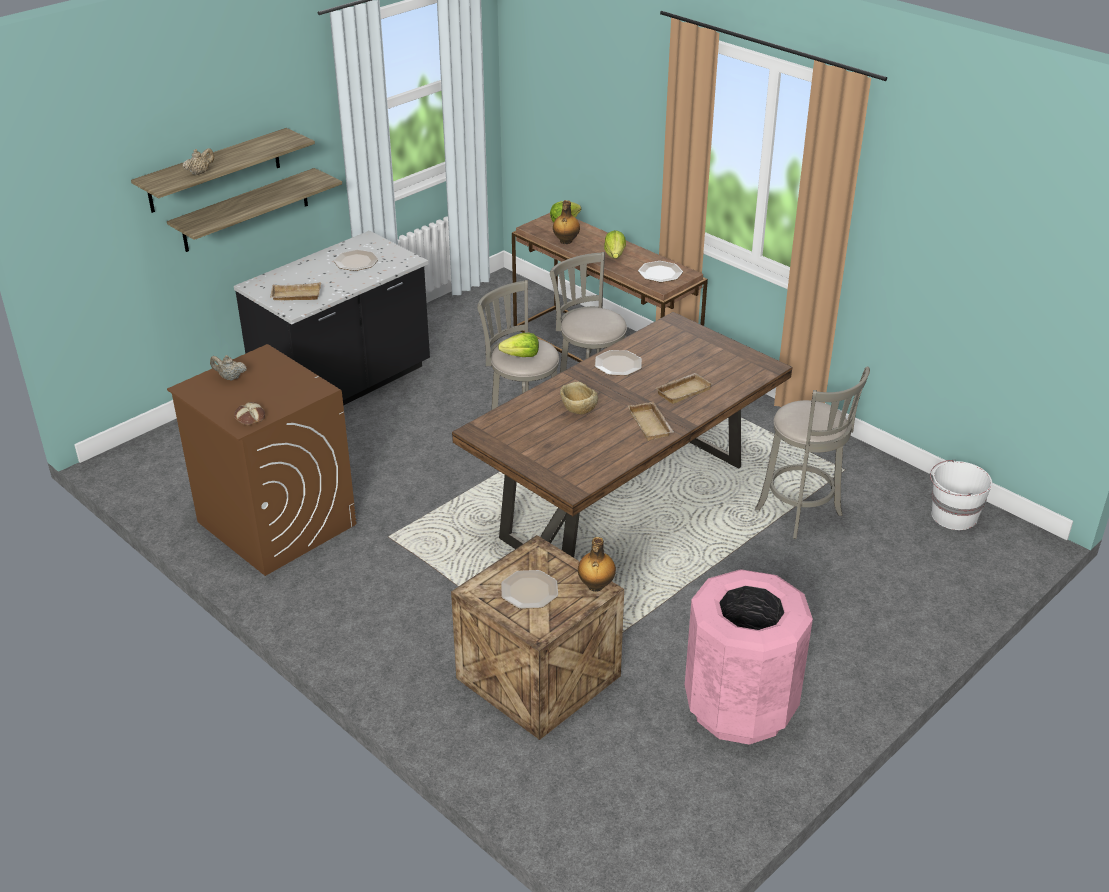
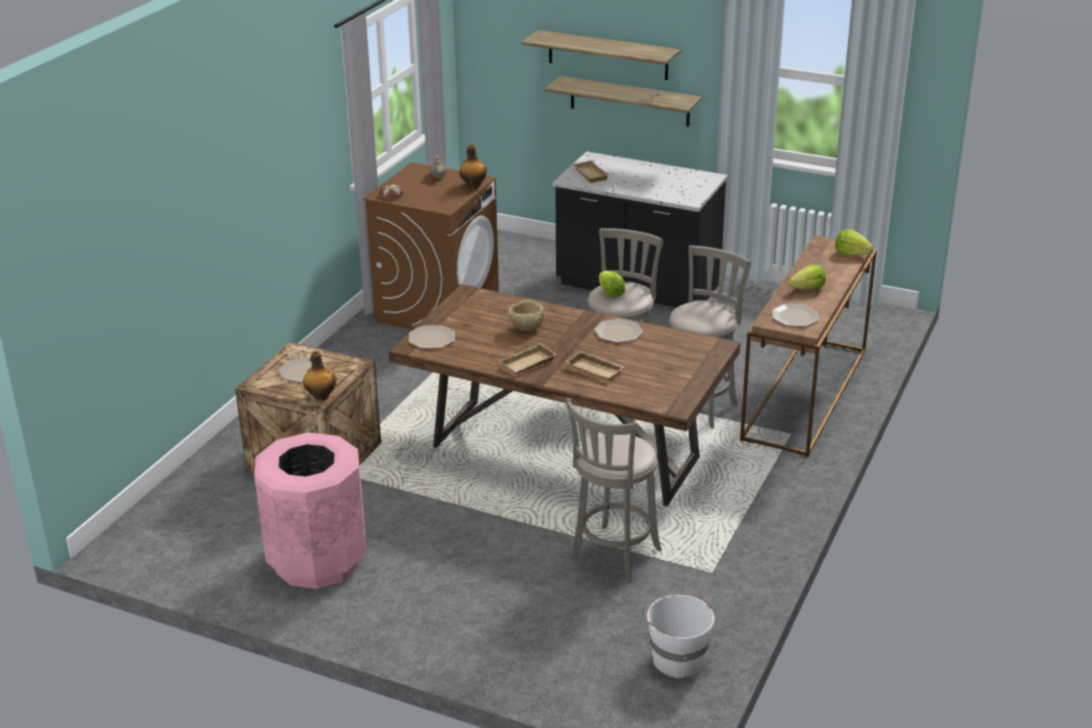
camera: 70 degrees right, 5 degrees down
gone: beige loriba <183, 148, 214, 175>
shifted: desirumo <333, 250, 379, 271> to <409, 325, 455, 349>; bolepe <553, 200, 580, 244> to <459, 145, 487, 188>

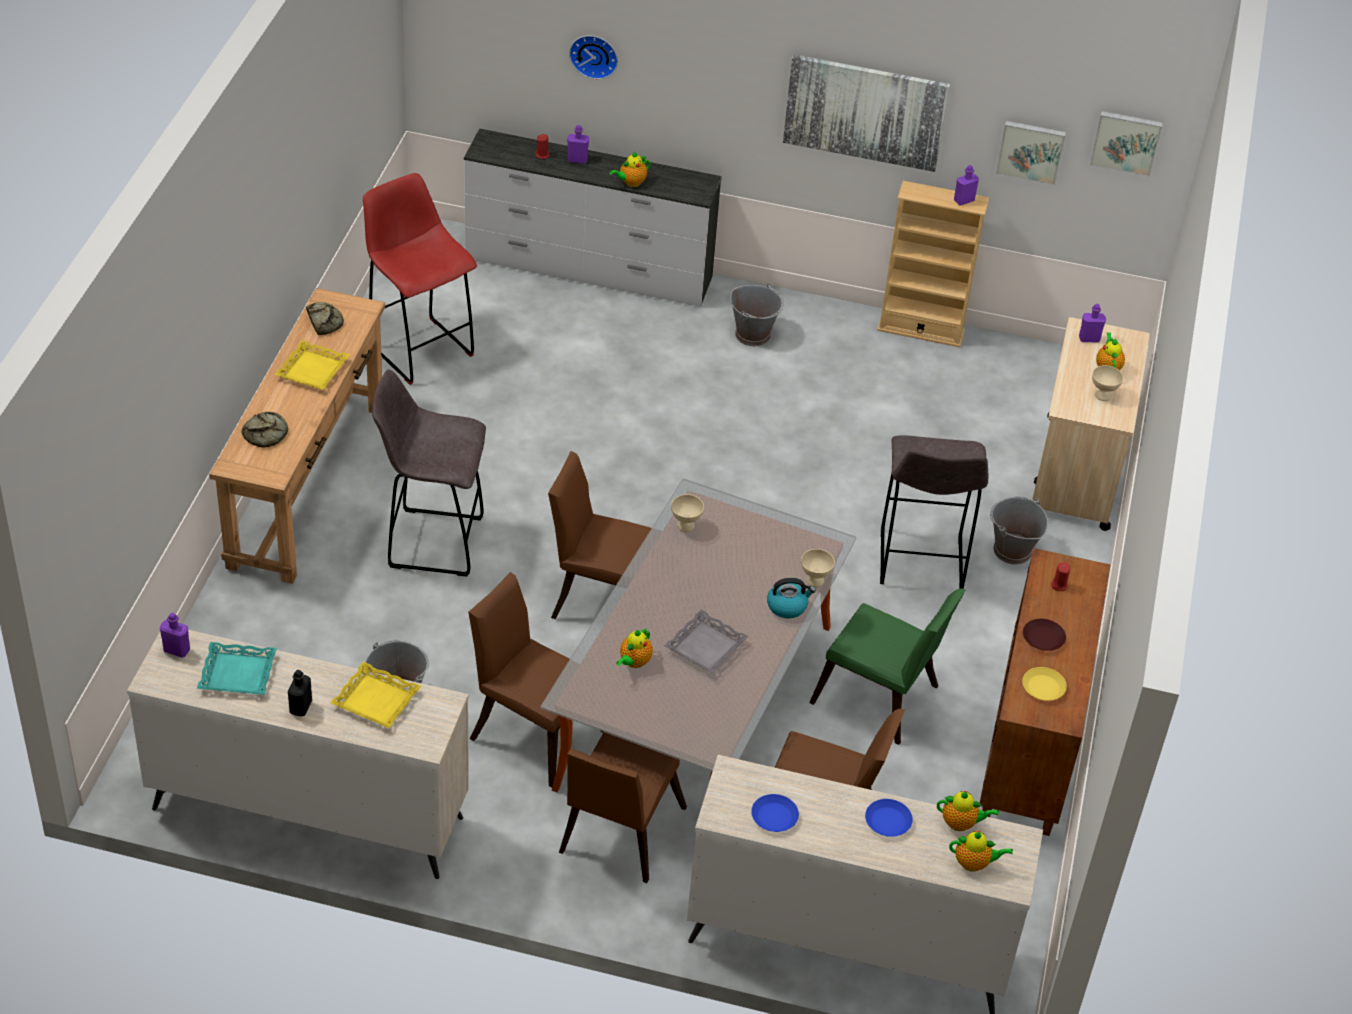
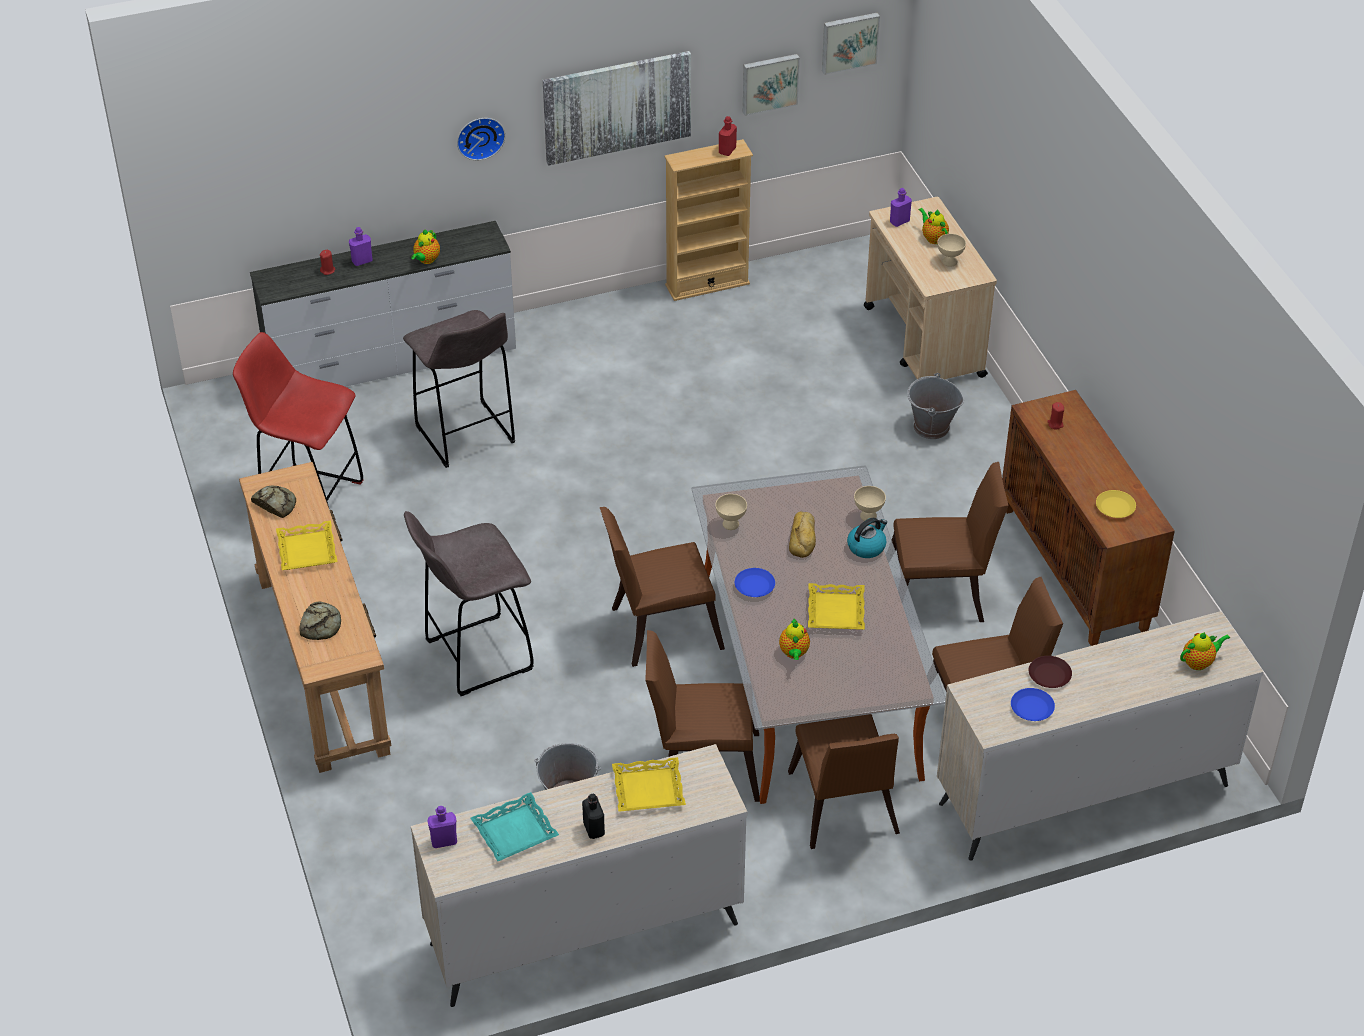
camera: 30 degrees left, 0 degrees up
gone: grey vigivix <730, 283, 784, 346>; loriba <937, 791, 999, 831>
new: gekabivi <789, 512, 816, 558>
shifted: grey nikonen <880, 436, 988, 589> to <403, 310, 515, 468>; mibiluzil <569, 35, 618, 79> to <457, 118, 505, 160>; blue desirumo <865, 799, 913, 837> to <735, 568, 775, 597>; brown desirumo <1023, 619, 1066, 651> to <1029, 656, 1072, 688>
repainted: purple bolepe <954, 165, 979, 206> to red bolepe <719, 116, 737, 156>; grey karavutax <664, 609, 749, 674> to yellow karavutax <808, 583, 865, 629>; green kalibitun <809, 588, 966, 745> to brown kalibitun <892, 462, 1009, 622>

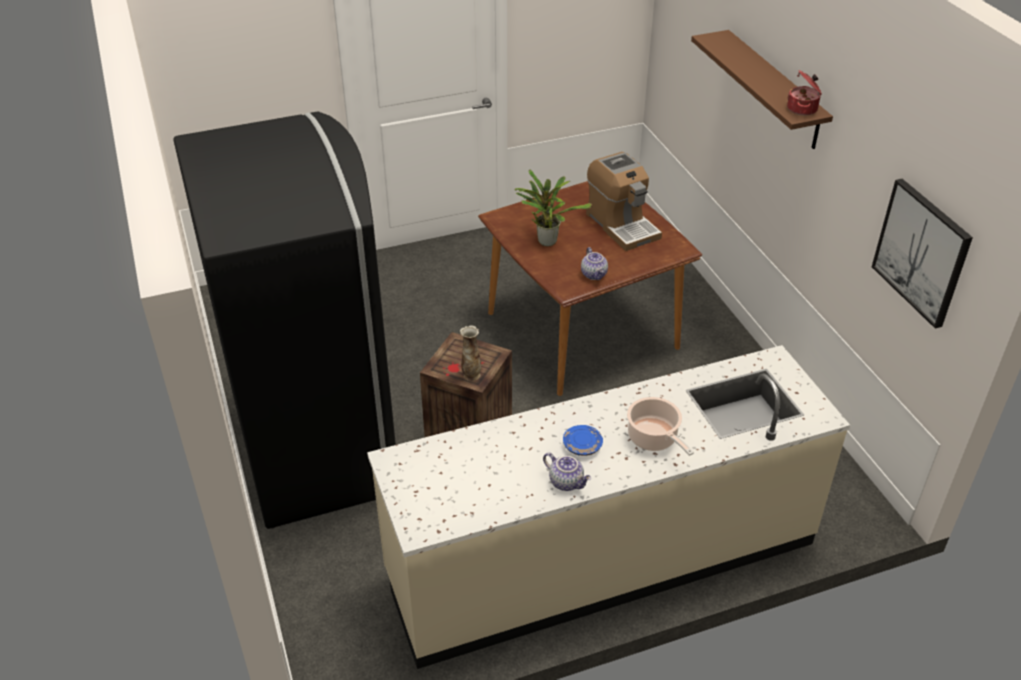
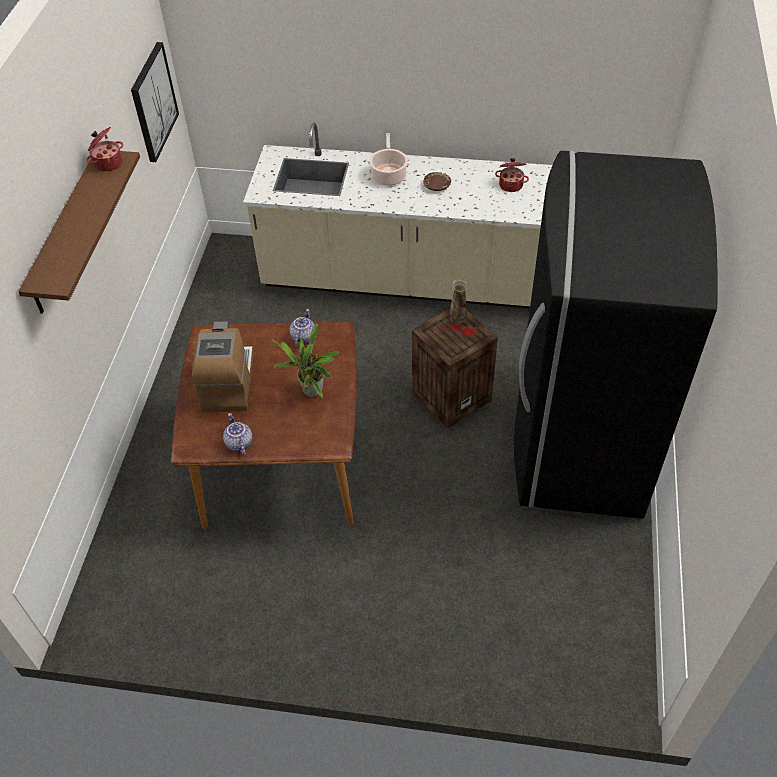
camera: 150 degrees left, 10 degrees up
new: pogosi <495, 158, 529, 192>
shifted: loriba <543, 453, 591, 491> to <223, 413, 252, 455>
repainted: blue desirumo <563, 425, 603, 456> to brown desirumo <423, 172, 451, 191>

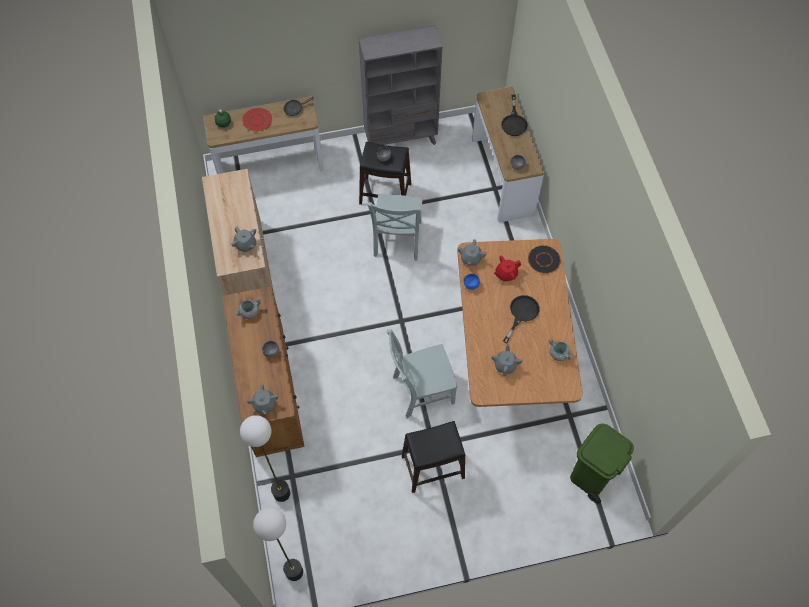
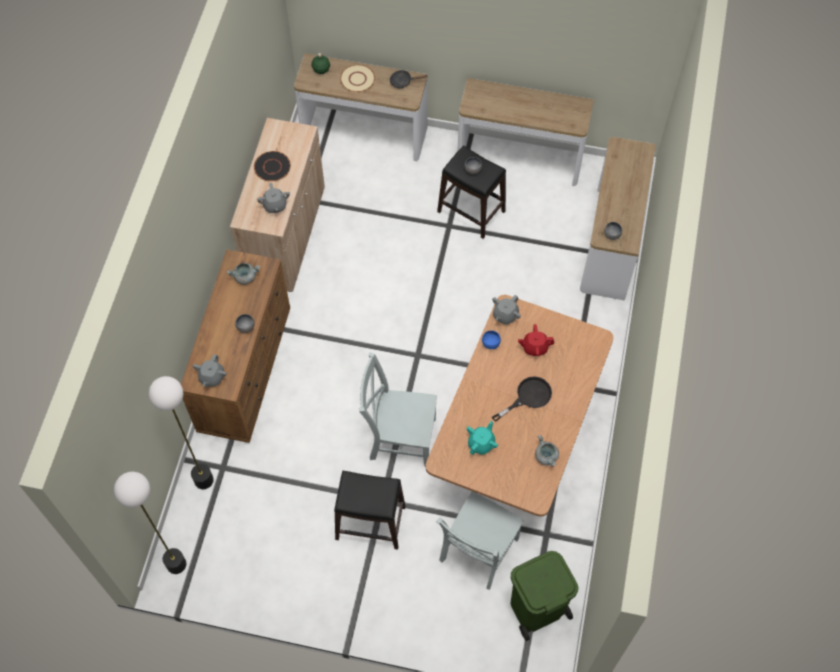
camera: 25 degrees right, 0 degrees up
gone: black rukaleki <501, 95, 528, 136>
shifted: black desirumo <528, 245, 561, 274> to <254, 151, 291, 182>; grey kalibitun <368, 194, 423, 261> to <436, 491, 524, 590>
swapped: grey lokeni <359, 25, 442, 145> to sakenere <457, 78, 594, 186>
repainted: red desirumo <242, 108, 273, 132> to beige desirumo <340, 64, 375, 92>; grey loriba <491, 344, 522, 376> to turquoise loriba <467, 421, 498, 455>

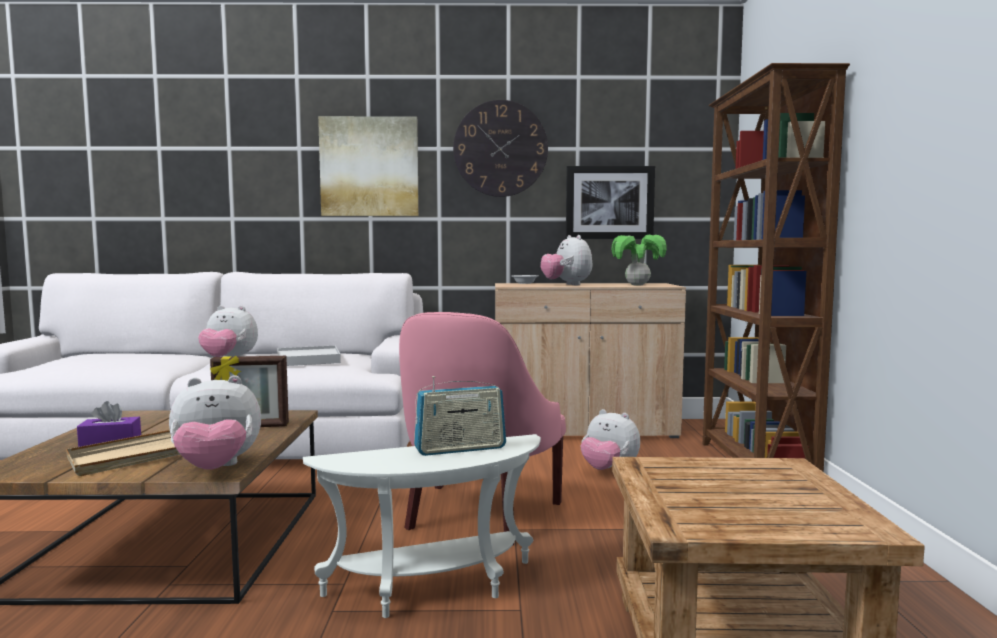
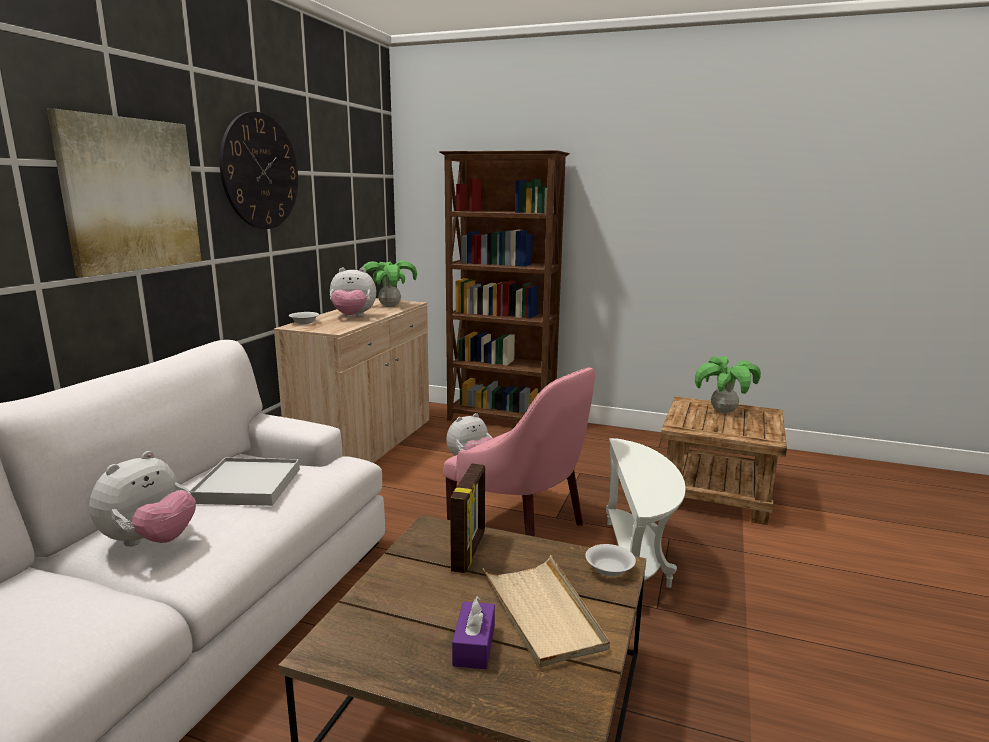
camera: 70 degrees left, 10 degrees up
gone: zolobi <414, 376, 506, 456>; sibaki <566, 166, 655, 239>
new: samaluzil <695, 356, 761, 413>
swapped: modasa <169, 375, 261, 470> to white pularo <585, 544, 636, 576>

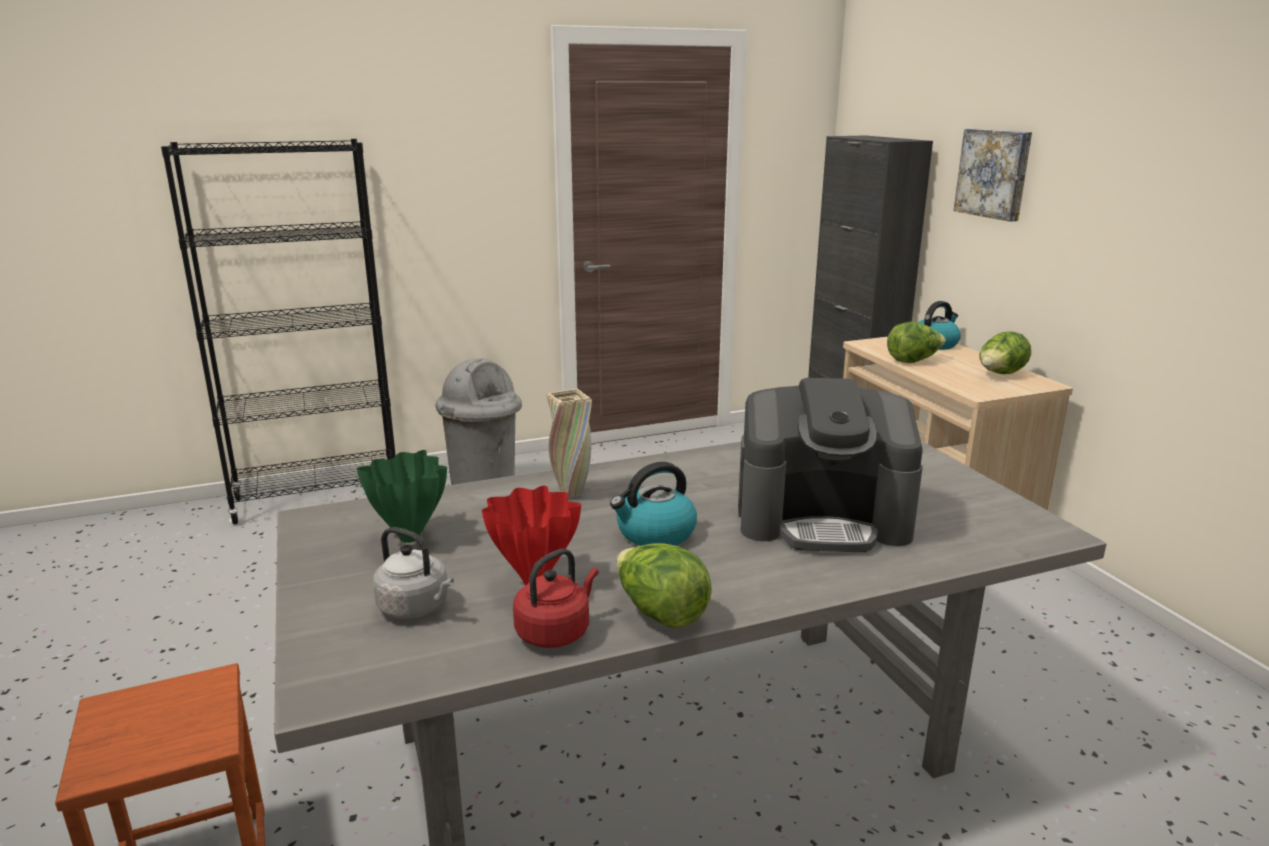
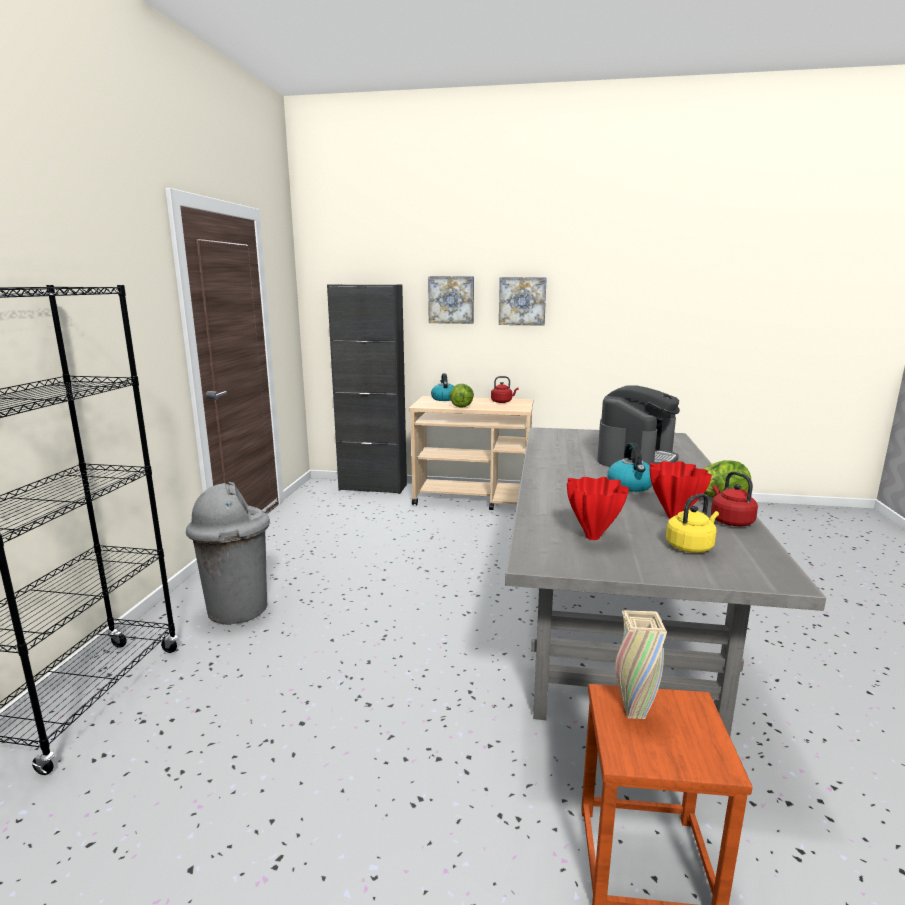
camera: 60 degrees left, 5 degrees down
new: sibaki <499, 277, 547, 326>
shifted: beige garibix <546, 389, 592, 498> to <615, 610, 667, 719>
swapped: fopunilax <980, 332, 1031, 374> to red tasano <491, 376, 519, 403>
repainted: green garibix <357, 450, 447, 543> to red garibix <567, 477, 629, 540>; grey tasano <373, 527, 454, 619> to yellow tasano <666, 493, 719, 553>

